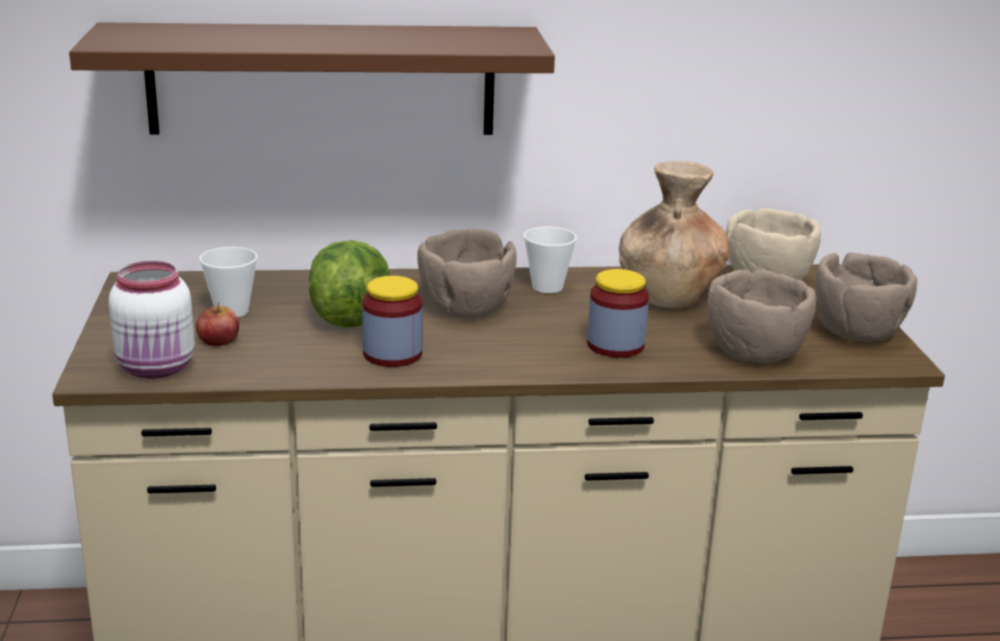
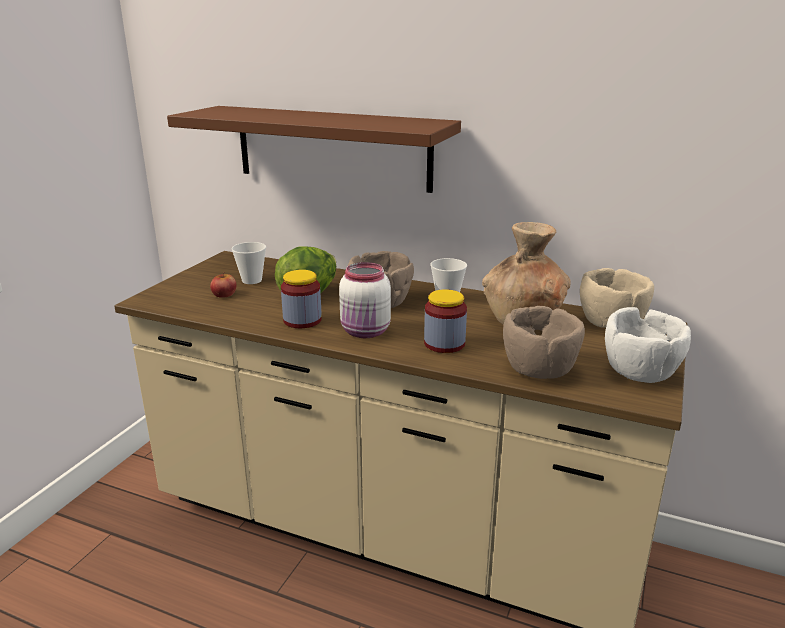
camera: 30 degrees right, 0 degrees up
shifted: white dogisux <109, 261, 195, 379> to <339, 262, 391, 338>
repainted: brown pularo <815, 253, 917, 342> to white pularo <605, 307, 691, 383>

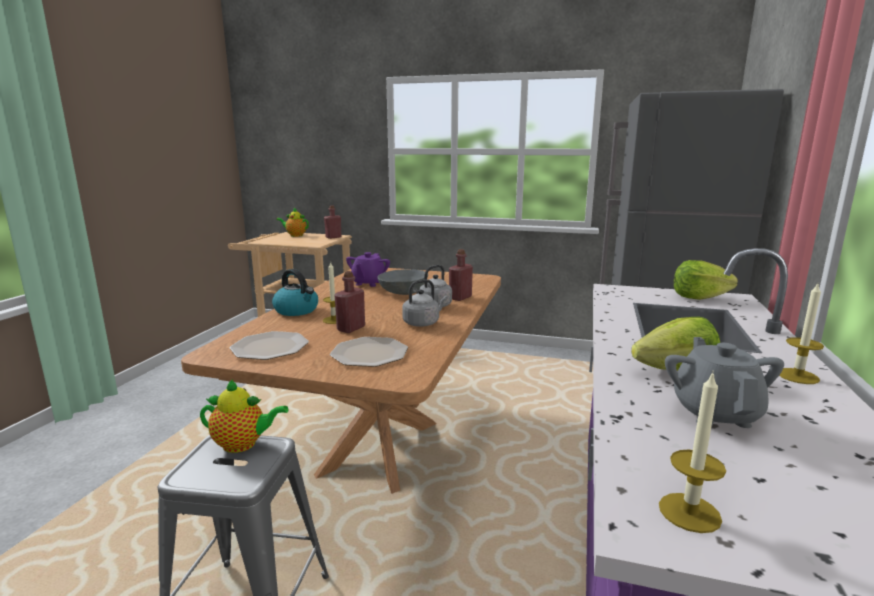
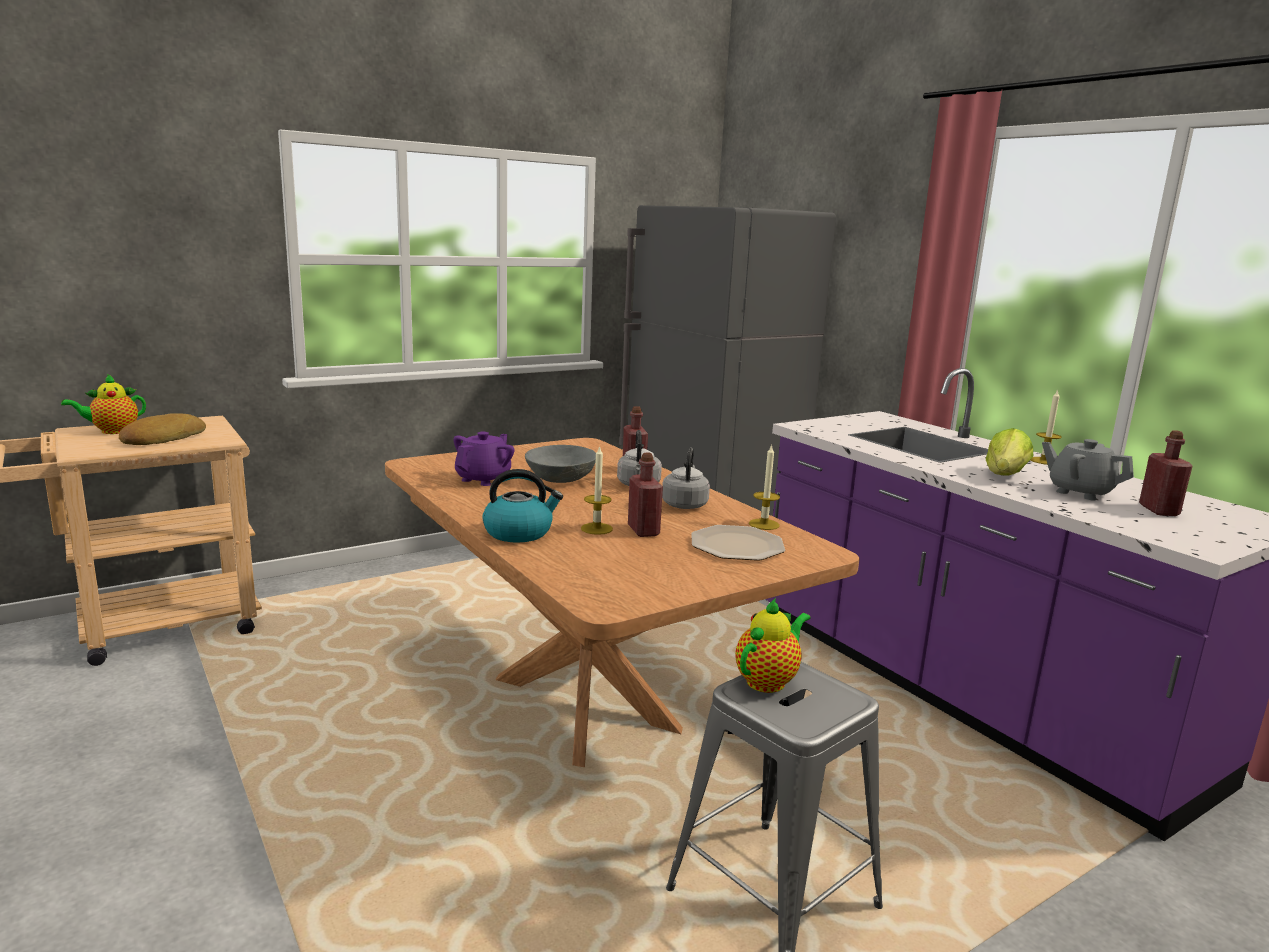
camera: 50 degrees left, 0 degrees up
gone: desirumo <230, 331, 309, 360>; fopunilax <674, 260, 738, 300>
new: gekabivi <119, 413, 206, 445>
shifted: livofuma <659, 372, 726, 533> to <749, 444, 780, 530>; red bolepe <324, 205, 341, 239> to <1139, 430, 1192, 516>
rotated: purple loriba <346, 252, 390, 287> = <454, 432, 514, 486> 120 degrees counterclockwise

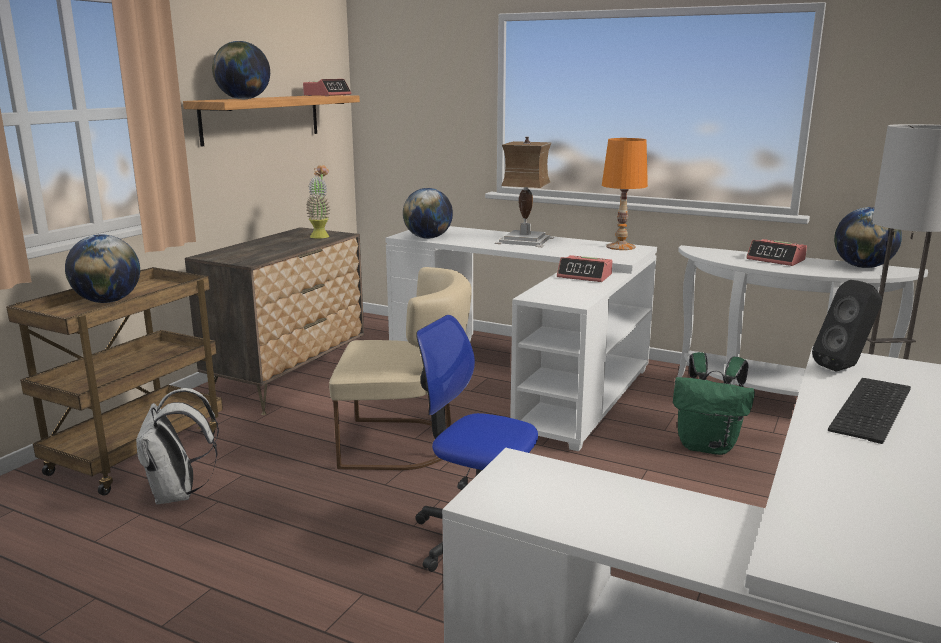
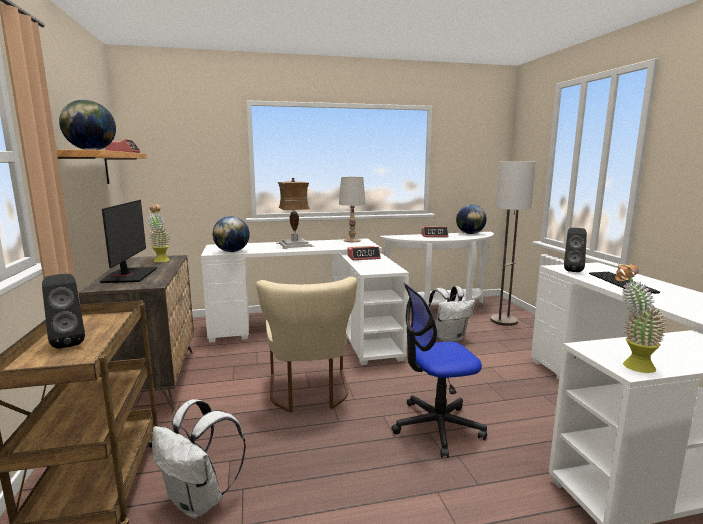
camera: 40 degrees left, 5 degrees down
new: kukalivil <99, 200, 157, 283>; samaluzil <615, 264, 666, 373>
swapped: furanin <65, 234, 140, 303> to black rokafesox <42, 274, 85, 349>
repainted: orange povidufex <602, 138, 648, 250> to white povidufex <339, 177, 366, 242>; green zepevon <673, 352, 755, 455> to white zepevon <429, 286, 475, 342>
rotated: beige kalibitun <329, 267, 472, 470> = <256, 277, 357, 413> 120 degrees clockwise

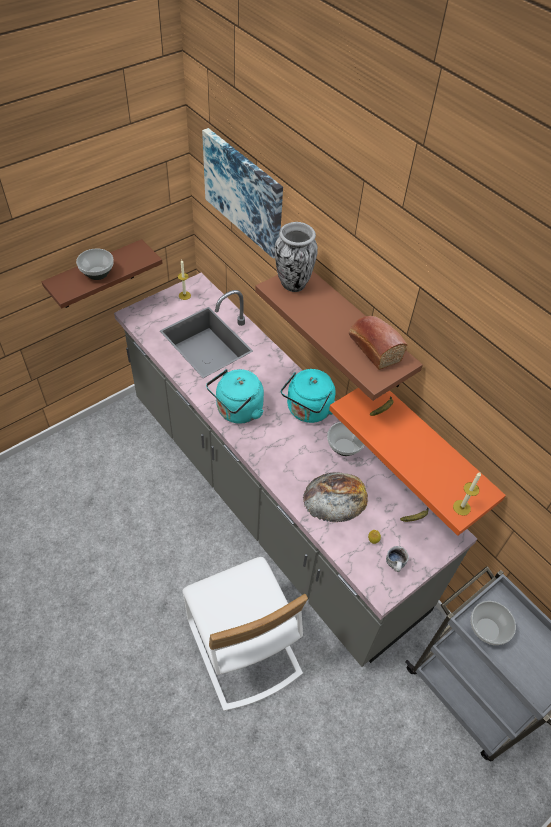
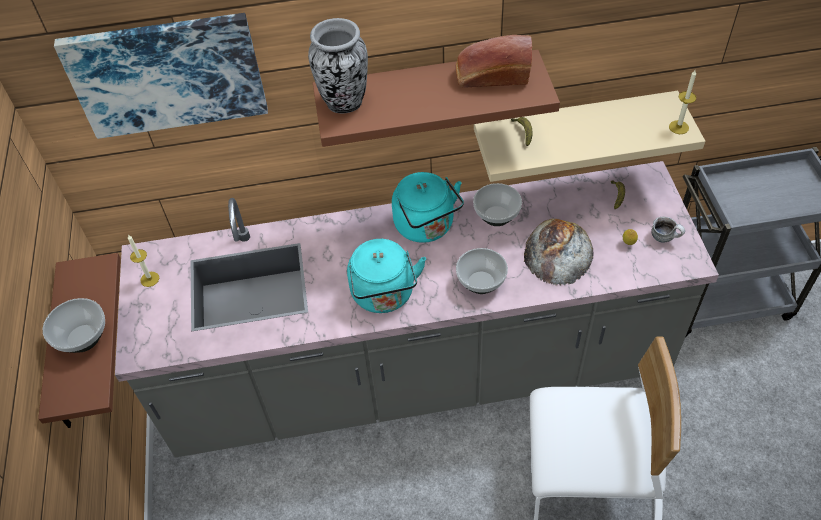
camera: 55 degrees left, 0 degrees up
shifted: pularo <471, 601, 516, 645> to <456, 248, 508, 294>
repainted: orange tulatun <329, 388, 506, 536> to beige tulatun <474, 91, 705, 182>

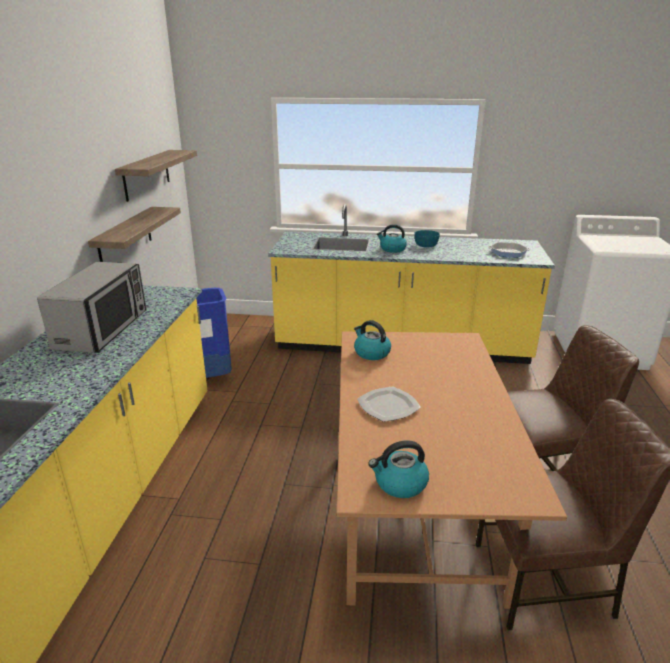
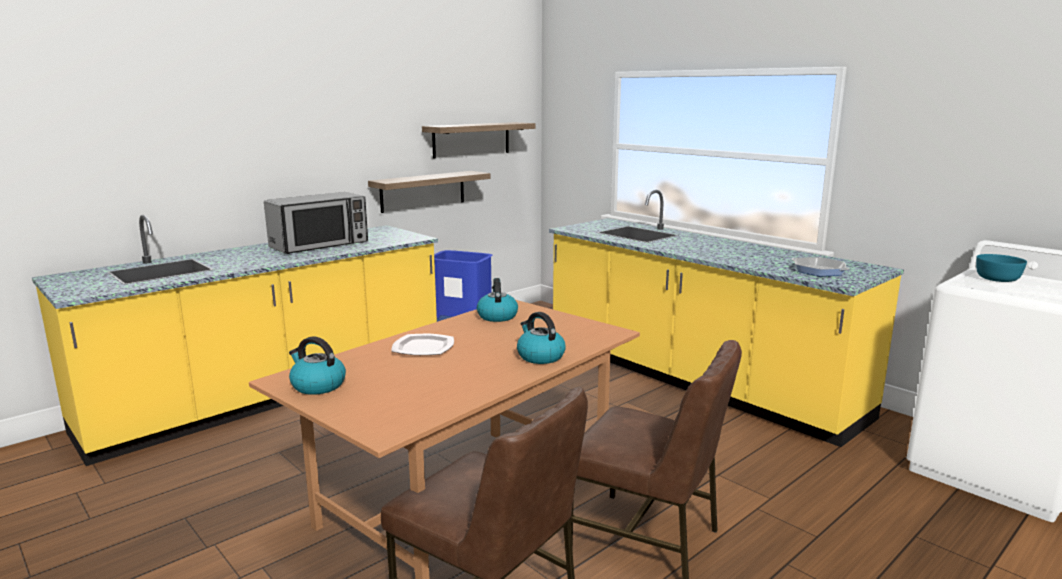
camera: 40 degrees right, 10 degrees down
shifted: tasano <377, 224, 407, 253> to <517, 312, 566, 364>; turquoise pularo <414, 230, 440, 248> to <976, 254, 1027, 282>

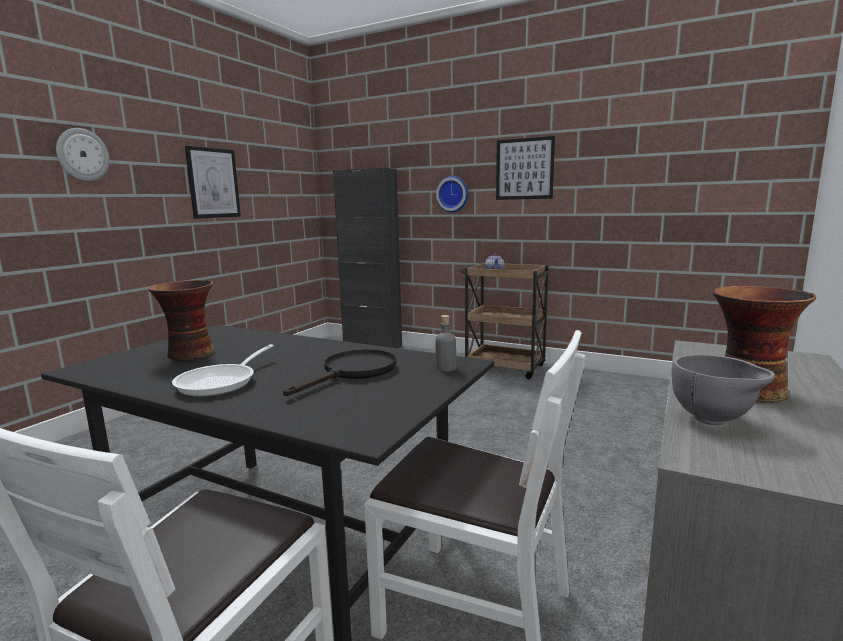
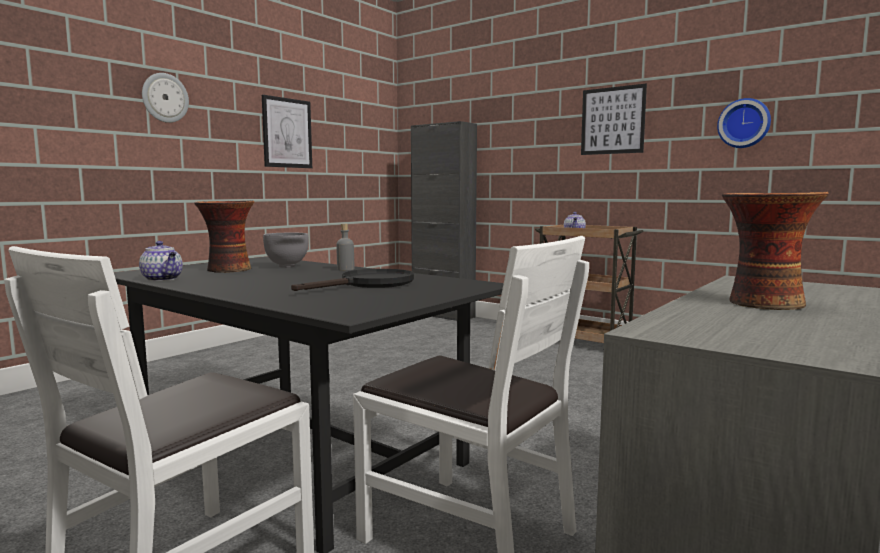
camera: 10 degrees right, 5 degrees down
gone: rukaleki <172, 344, 274, 397>
new: loriba <139, 241, 183, 281>
shifted: grey pularo <672, 354, 775, 425> to <263, 233, 309, 268>; grey bolepe <436, 315, 456, 372> to <336, 224, 354, 271>; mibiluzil <436, 176, 469, 212> to <717, 98, 771, 148>

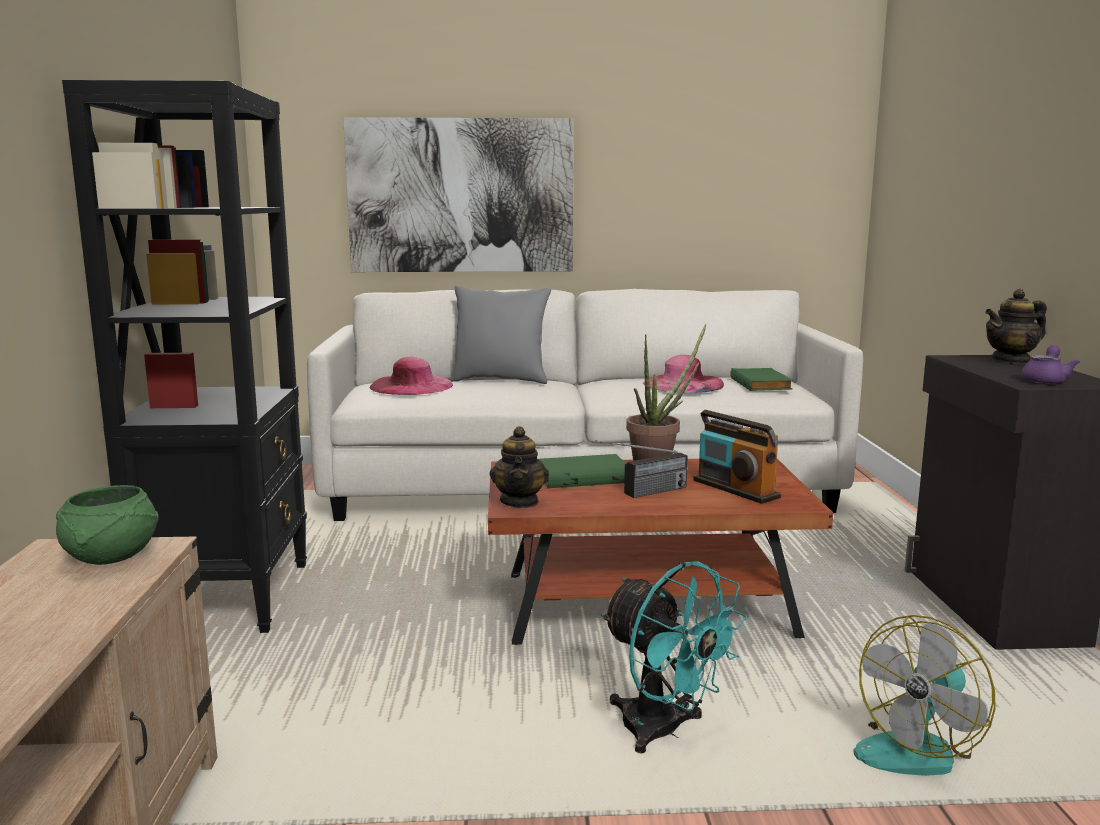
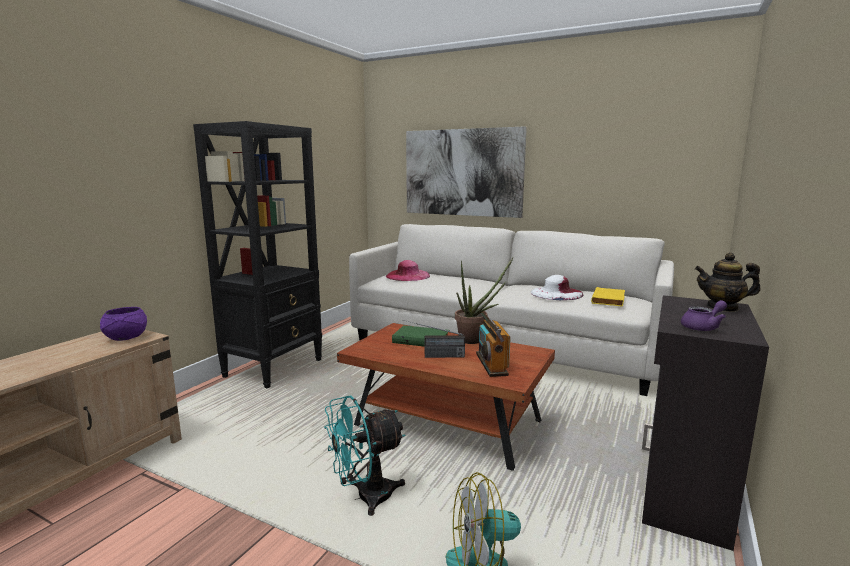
camera: 30 degrees right, 0 degrees up
gone: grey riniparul <450, 286, 551, 384>; loriba <490, 426, 549, 508>
repainted: green pularo <56, 485, 159, 565> to purple pularo <100, 307, 147, 341>; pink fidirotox <643, 355, 724, 393> to white fidirotox <531, 275, 584, 300>; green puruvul <730, 368, 793, 391> to yellow puruvul <591, 287, 625, 307>
rotated: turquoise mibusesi <601, 562, 747, 753> = <324, 396, 405, 516> 75 degrees clockwise

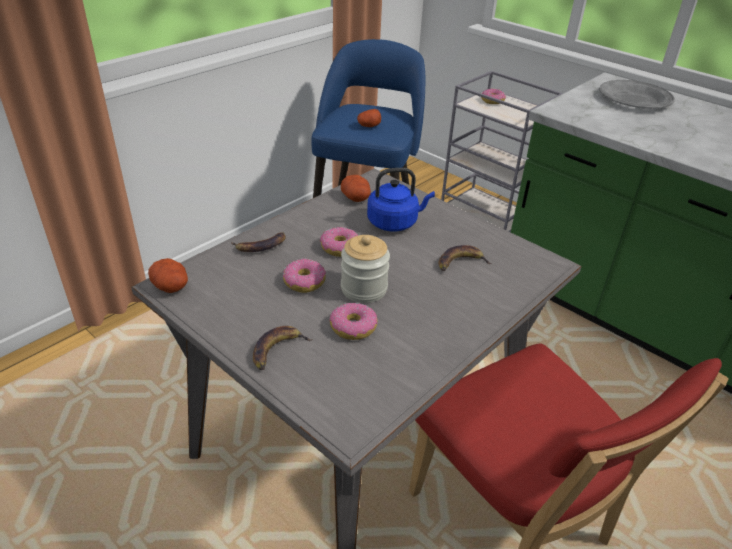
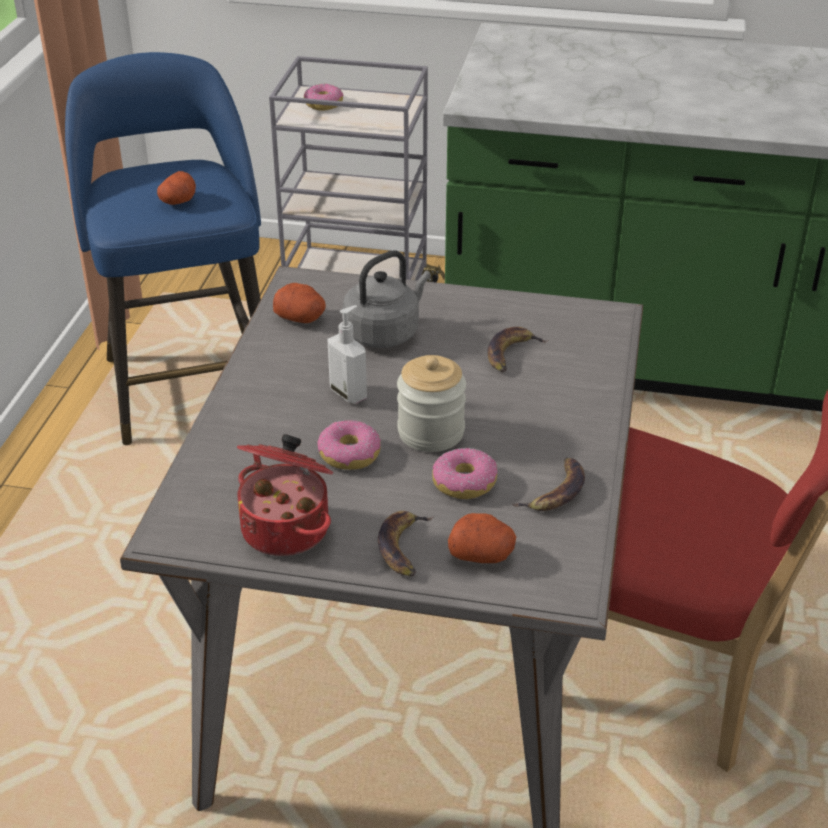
camera: 30 degrees left, 0 degrees up
gone: grey desirumo <599, 80, 675, 109>
new: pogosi <237, 434, 333, 556>
shifted: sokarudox <148, 258, 188, 293> to <448, 513, 516, 563>; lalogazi <231, 232, 286, 252> to <512, 458, 585, 511>
swapped: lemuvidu <320, 227, 358, 257> to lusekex <327, 305, 367, 404>
repainted: blue tasano <367, 168, 435, 231> to grey tasano <343, 250, 431, 348>

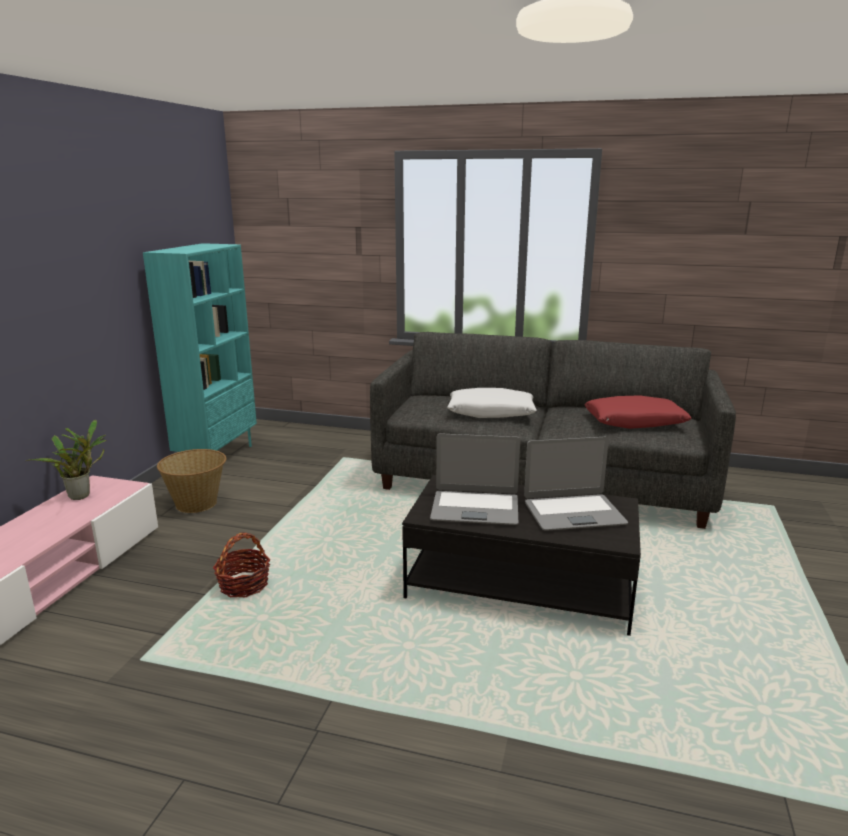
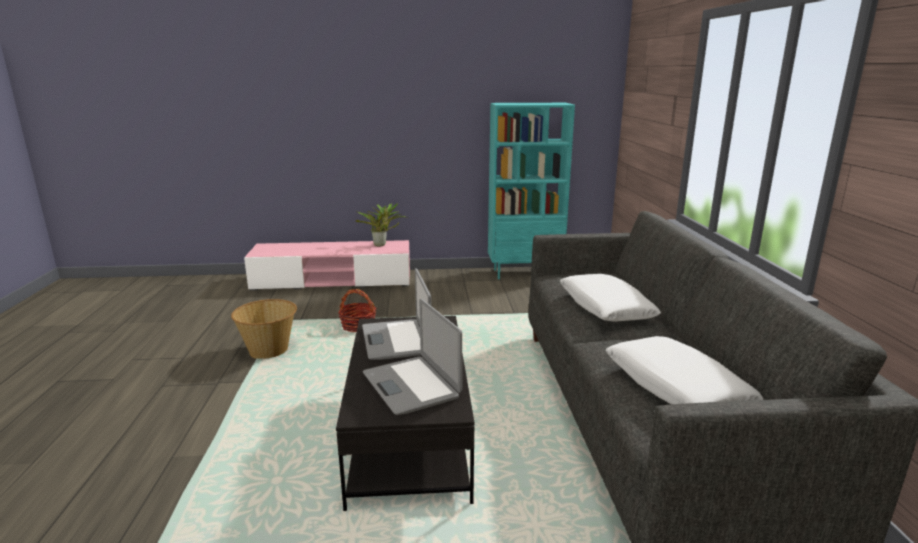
camera: 70 degrees right, 0 degrees up
shifted: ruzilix <157, 449, 226, 513> to <231, 299, 297, 359>
repainted: red riniparul <584, 395, 692, 429> to white riniparul <606, 336, 763, 404>

